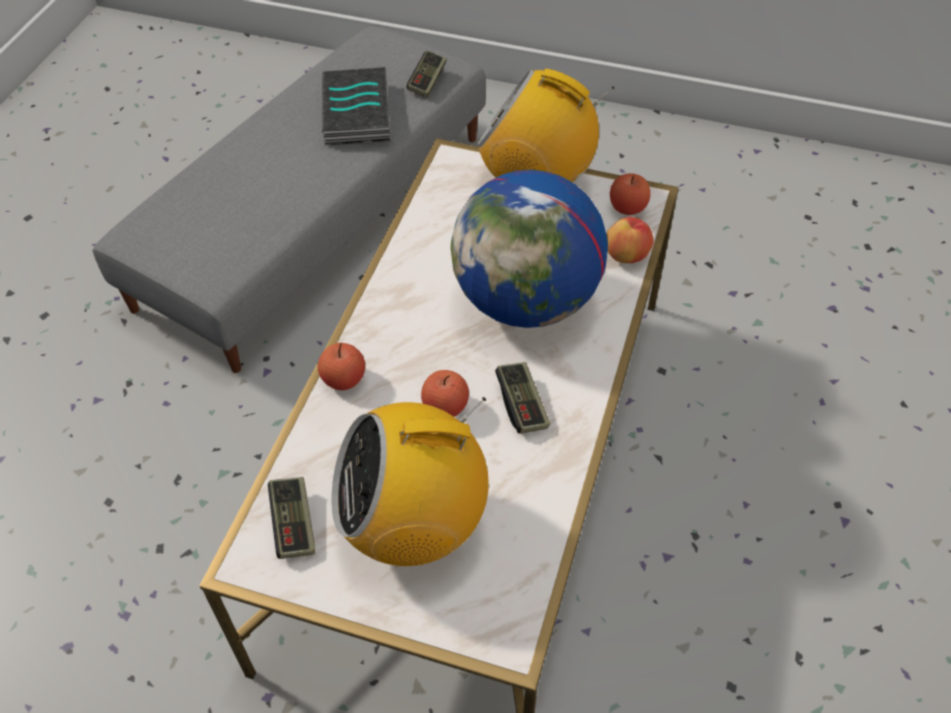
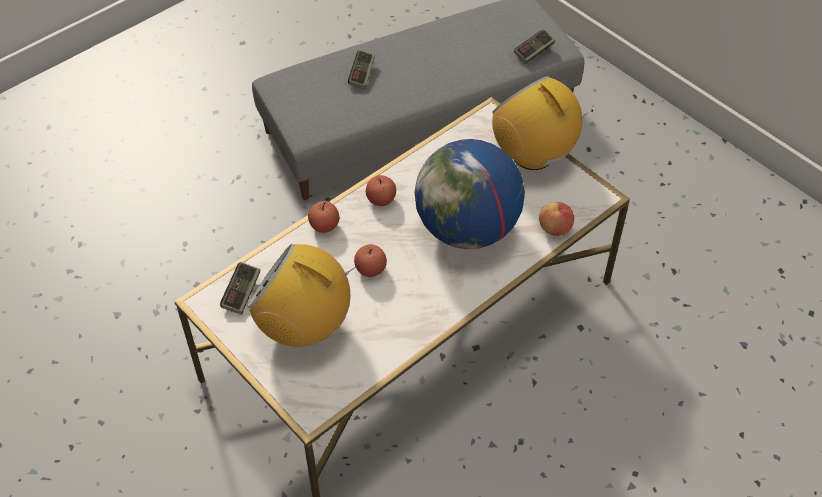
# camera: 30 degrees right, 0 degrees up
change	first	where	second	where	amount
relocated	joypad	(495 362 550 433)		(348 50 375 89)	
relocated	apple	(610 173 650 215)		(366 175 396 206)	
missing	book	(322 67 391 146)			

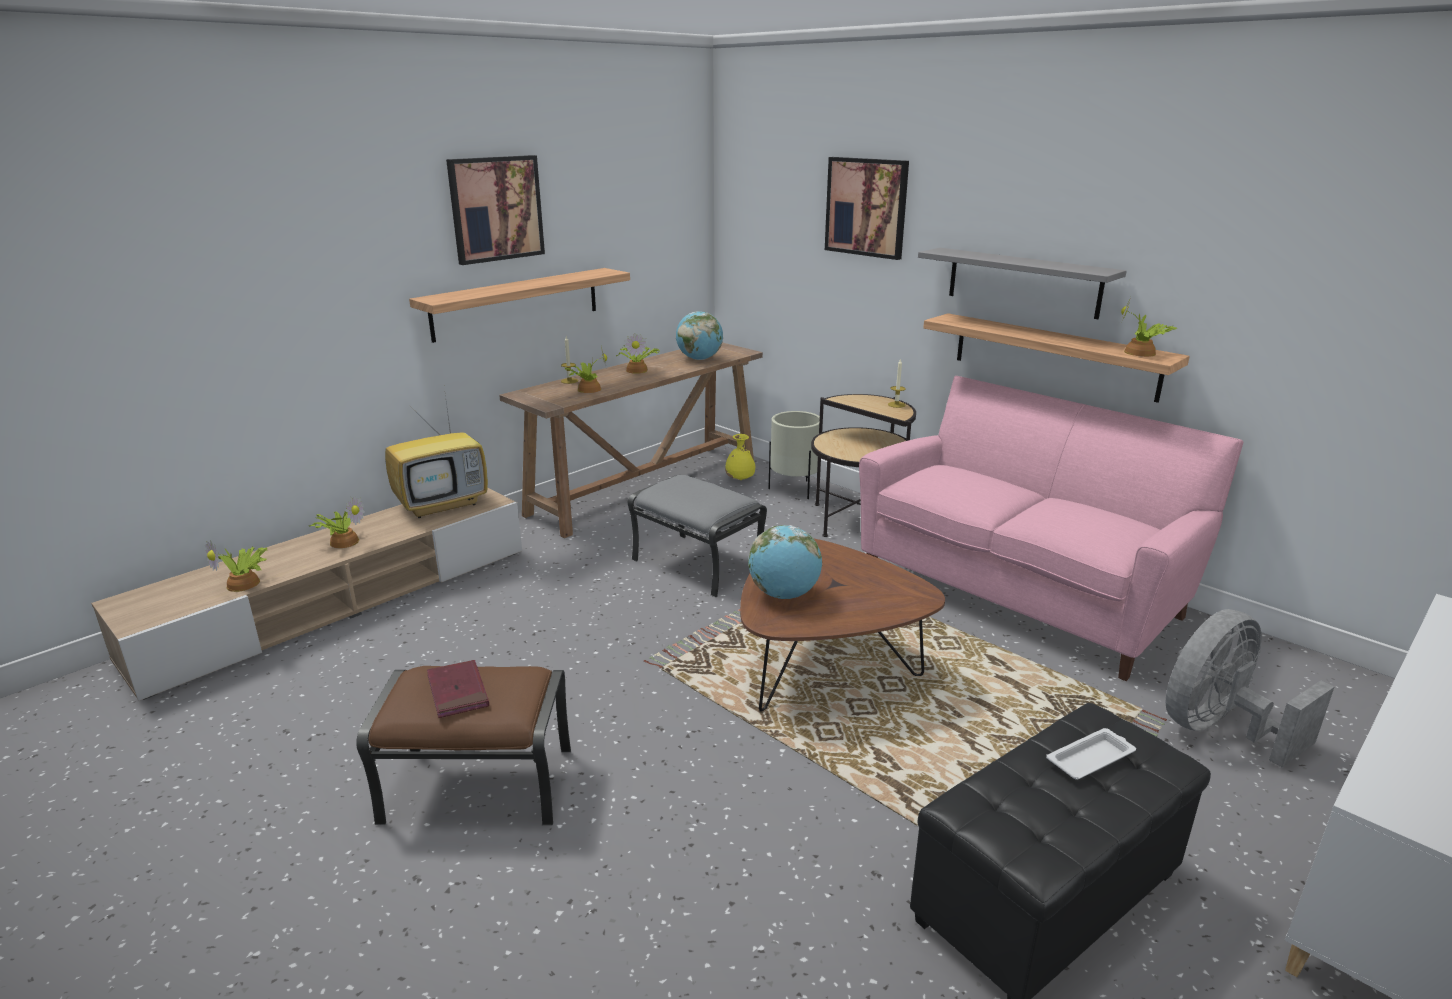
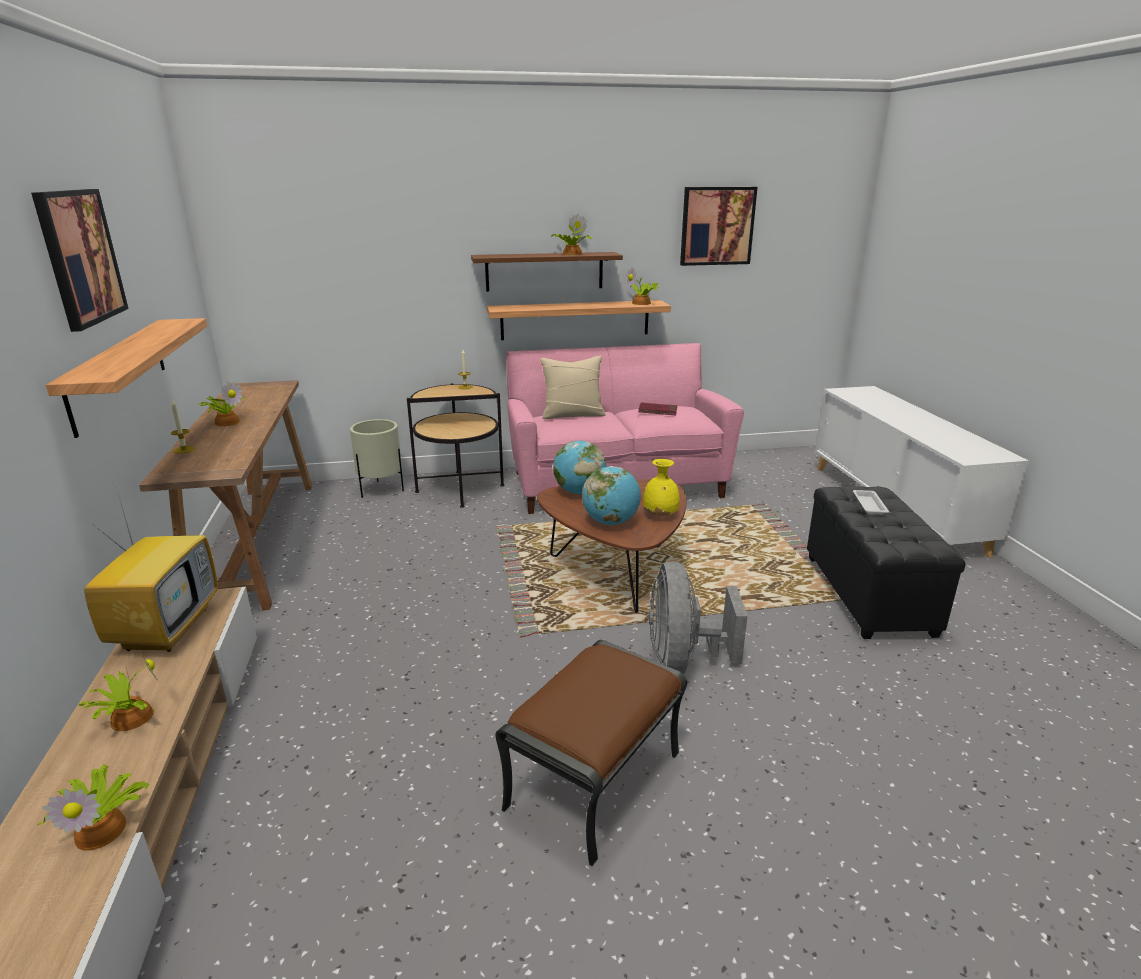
# camera: 55 degrees left, 0 degrees up
change	first	where	second	where	amount
colour	grey shelf	(918 248 1127 319)	brown-coloured shelf	(471 252 623 292)	
appeared			beige-coloured cushion	(540 356 606 419)	
relocated	plant in a pot	(564 350 607 393)		(551 214 592 255)	
relocated	desk globe	(676 311 723 360)		(553 440 606 494)	
relocated	reddish book	(427 660 489 718)		(638 402 677 416)	
relocated	yellow-coloured decorative vase	(725 434 756 480)		(643 459 680 516)	
relocated	grey fan	(1166 609 1334 767)		(648 561 748 674)	
relocated	wall picture	(825 157 909 260)		(680 187 757 266)	
missing	grey pouffe	(628 475 767 598)			

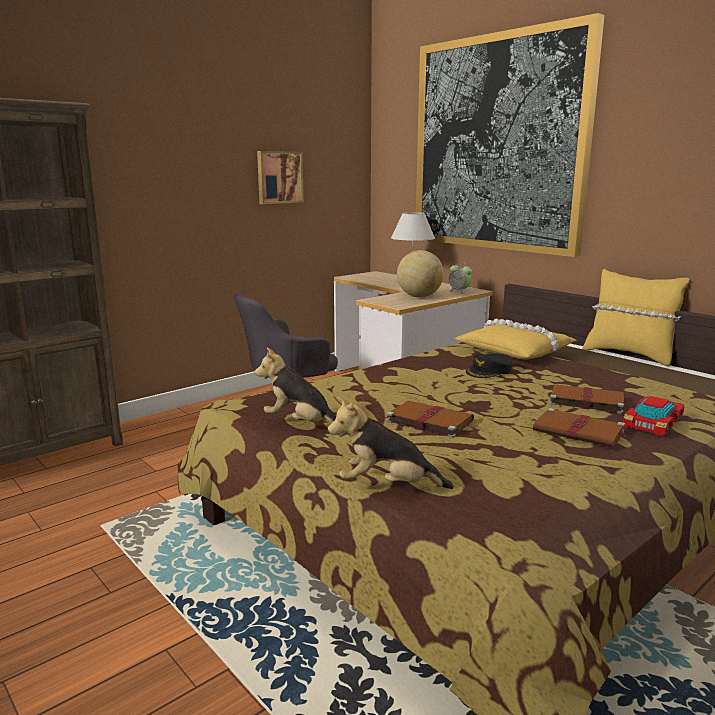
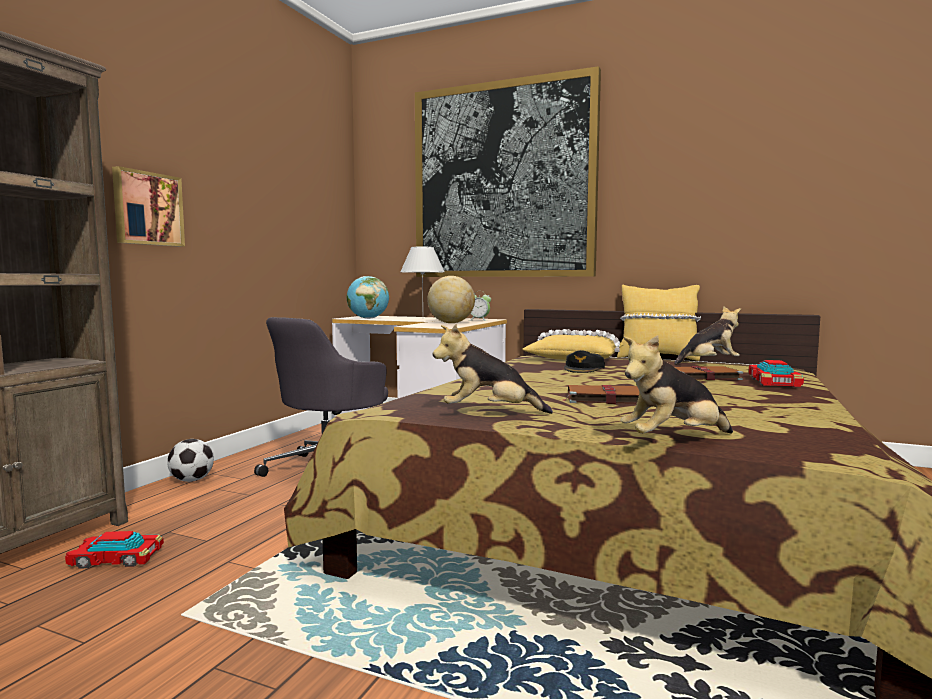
# camera: 25 degrees left, 10 degrees down
change	first	where	second	where	amount
appeared			toy car	(65 531 164 569)	
relocated	wall picture	(257 151 304 204)		(112 166 185 247)	
appeared			football	(167 439 214 482)	
appeared			desk globe	(347 276 389 319)	
appeared			soft toy	(674 306 741 365)	
missing	brown-coloured book	(533 408 630 448)			

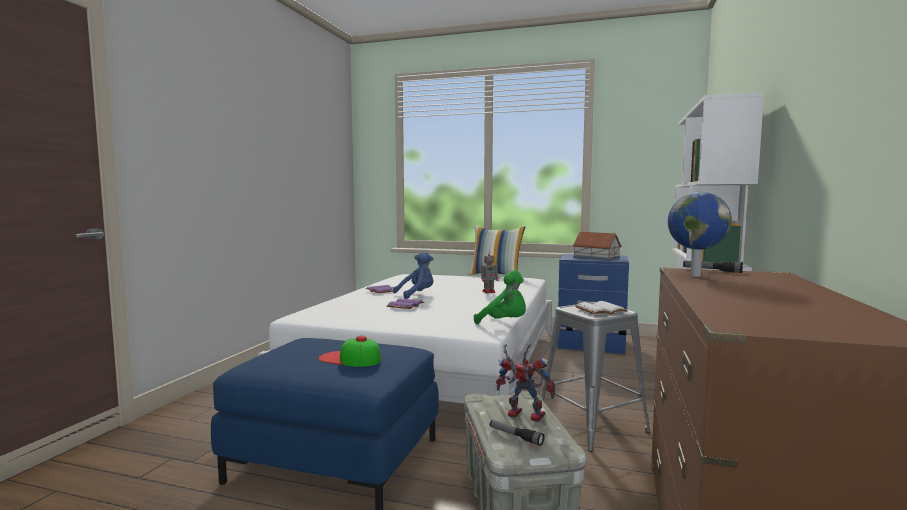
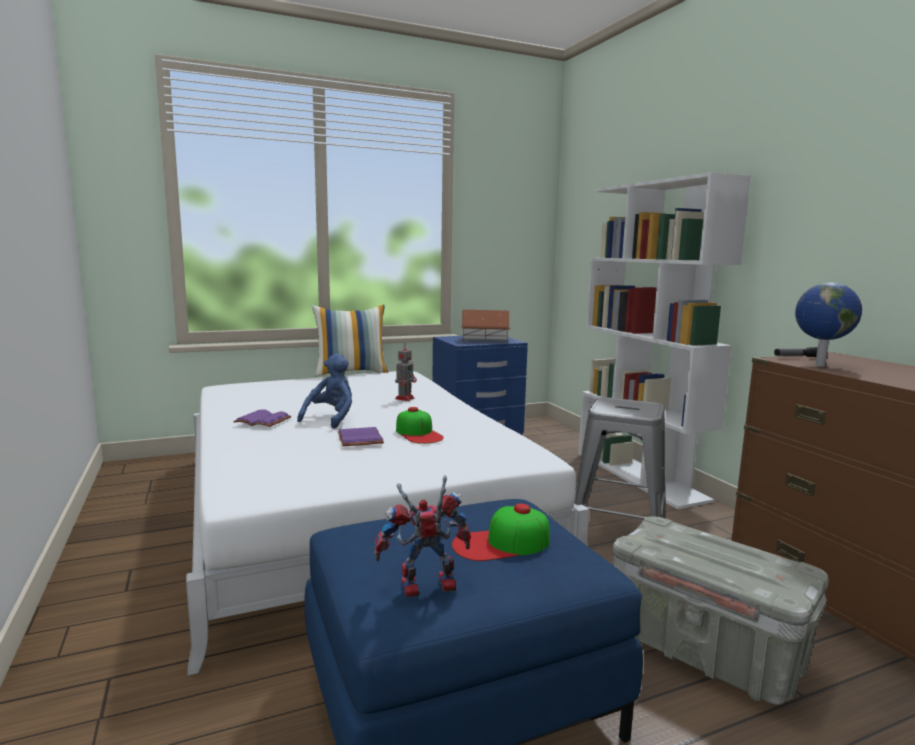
# camera: 40 degrees left, 5 degrees up
change	first	where	second	where	amount
relocated	robot figure	(496 343 556 422)		(374 475 471 597)	
appeared			baseball cap	(396 407 444 444)	
missing	greenish soft toy	(474 270 526 324)			
missing	flashlight	(490 420 545 446)			
missing	white book	(575 301 628 314)			

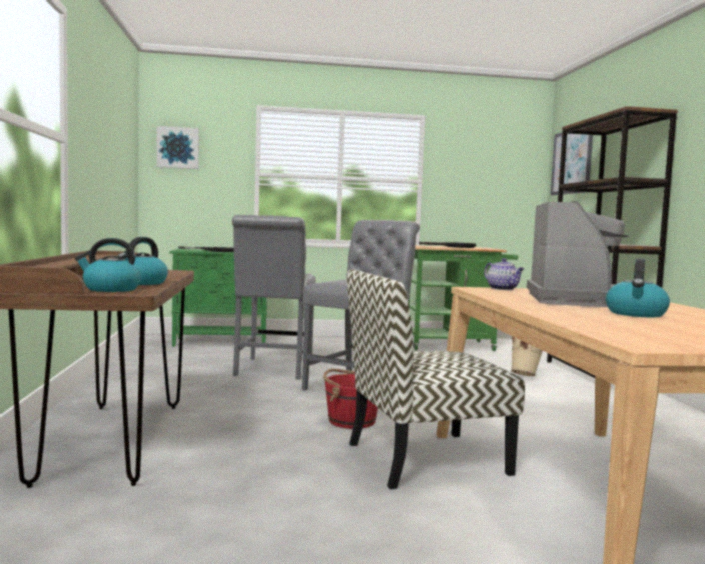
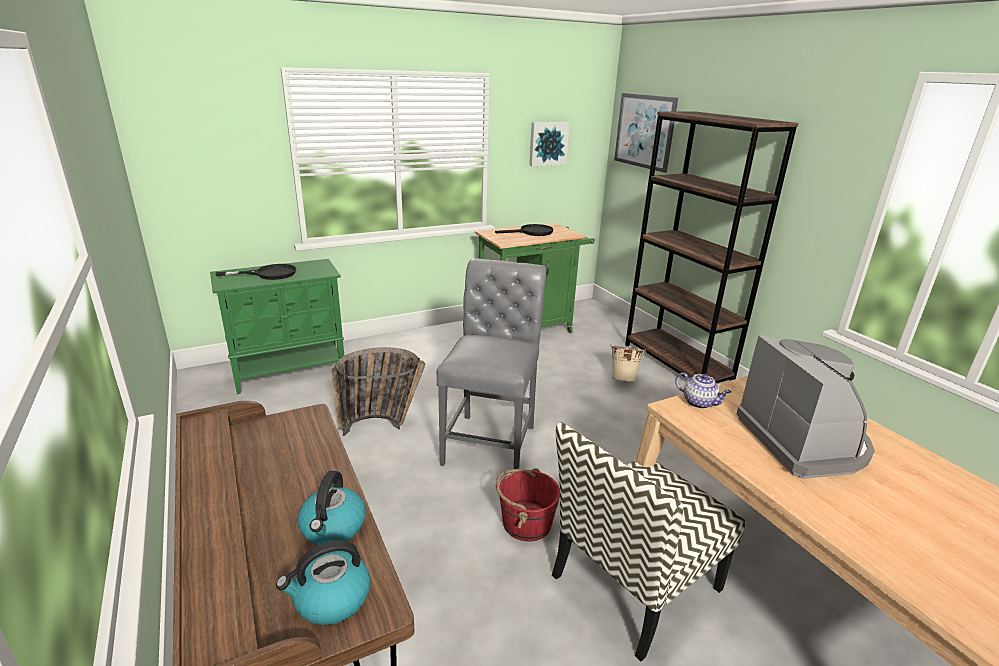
# camera: 20 degrees left, 20 degrees up
change	first	where	second	where	amount
exchanged	grey upright chair	(232 215 316 380)	basket	(332 347 426 436)	
relocated	wall picture	(157 126 199 169)		(529 122 570 166)	
missing	water kettle	(606 258 670 317)			

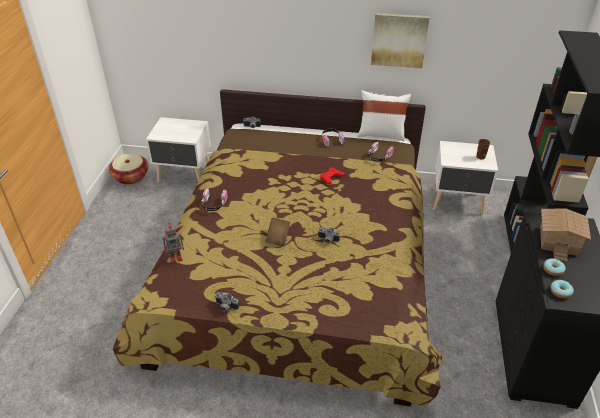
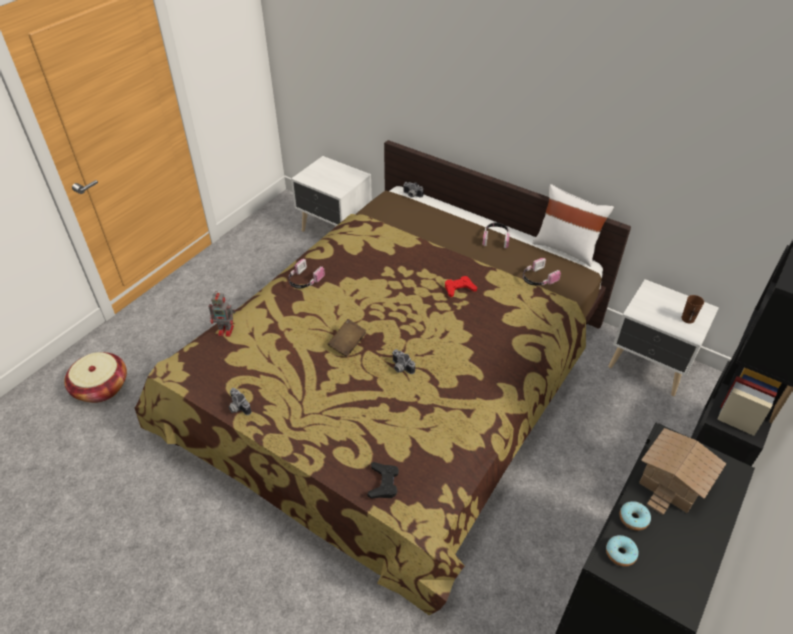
# camera: 25 degrees right, 5 degrees up
change	first	where	second	where	amount
relocated	basket	(109 154 149 185)		(64 352 127 403)	
appeared			black-coloured joypad	(368 462 399 499)	
missing	wall picture	(371 13 430 68)			

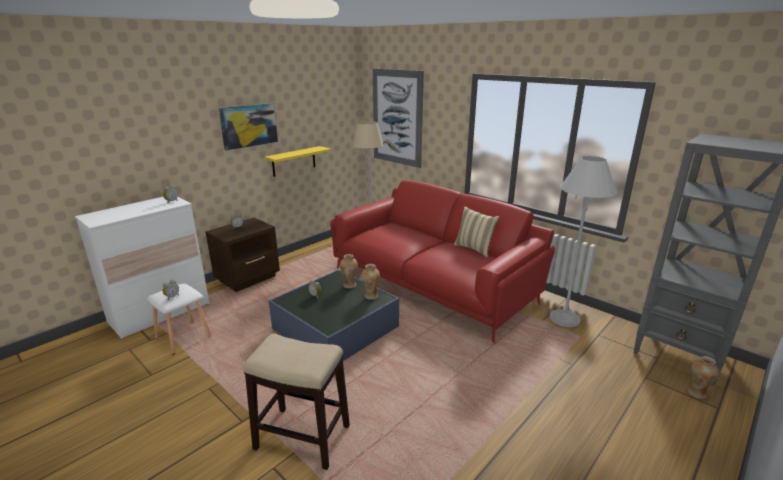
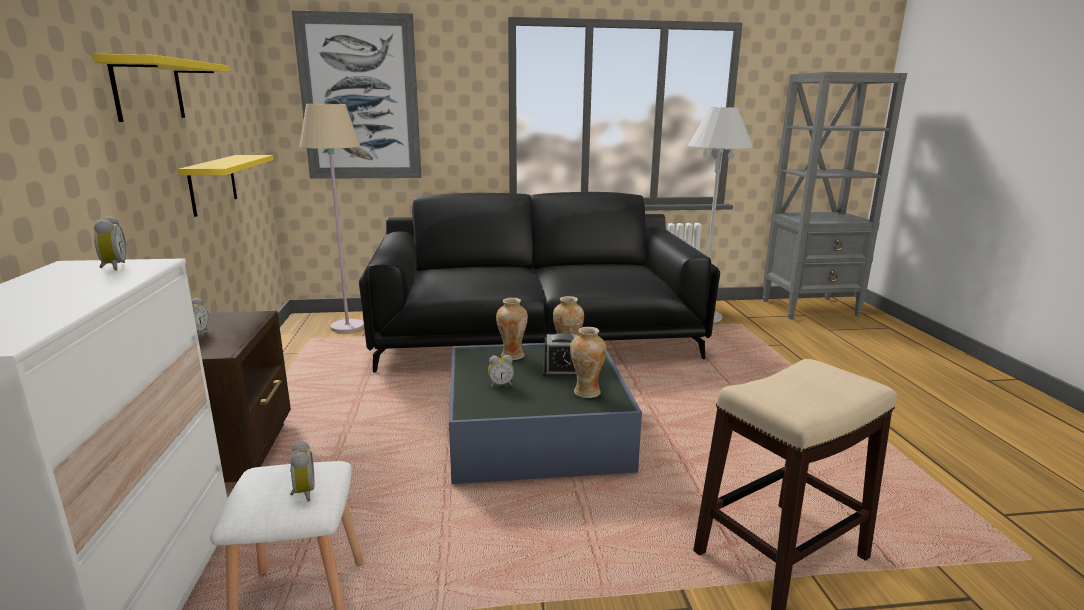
# camera: 50 degrees left, 5 degrees down
change	first	where	second	where	amount
exchanged	wall picture	(219 103 278 151)	yellow-coloured shelf	(92 54 230 122)	
colour	reddish sofa	(330 180 555 343)	black-coloured sofa	(359 192 720 373)	
appeared			table clock	(543 333 578 377)	
relocated	decorative vase	(688 356 719 399)		(570 327 606 398)	
missing	beige-coloured cushion	(453 206 499 258)			

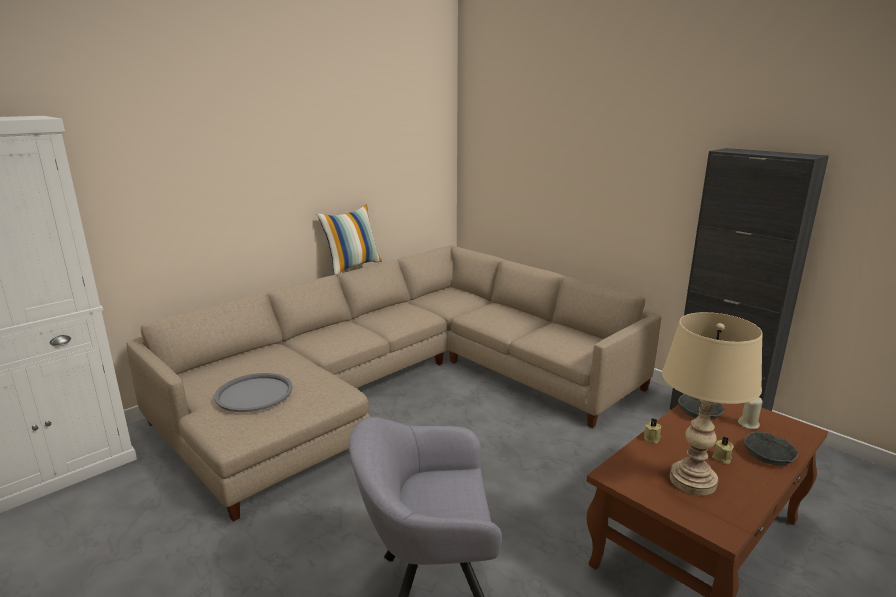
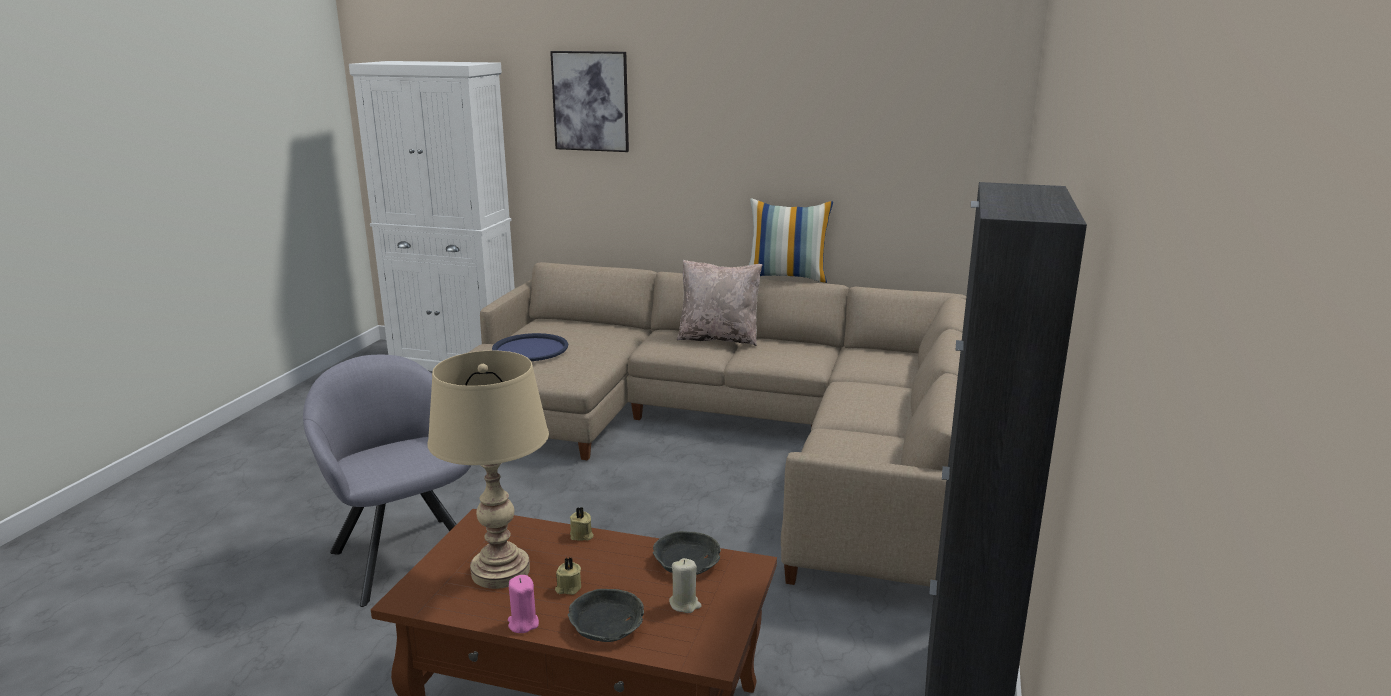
# camera: 60 degrees right, 0 degrees up
change	first	where	second	where	amount
colour	grey carrying tray	(214 373 293 412)	blue carrying tray	(492 333 568 361)	
appeared			pinkish wax candle	(508 575 539 633)	
appeared			wall picture	(550 51 629 152)	
appeared			beige-coloured cushion	(676 260 762 346)	

